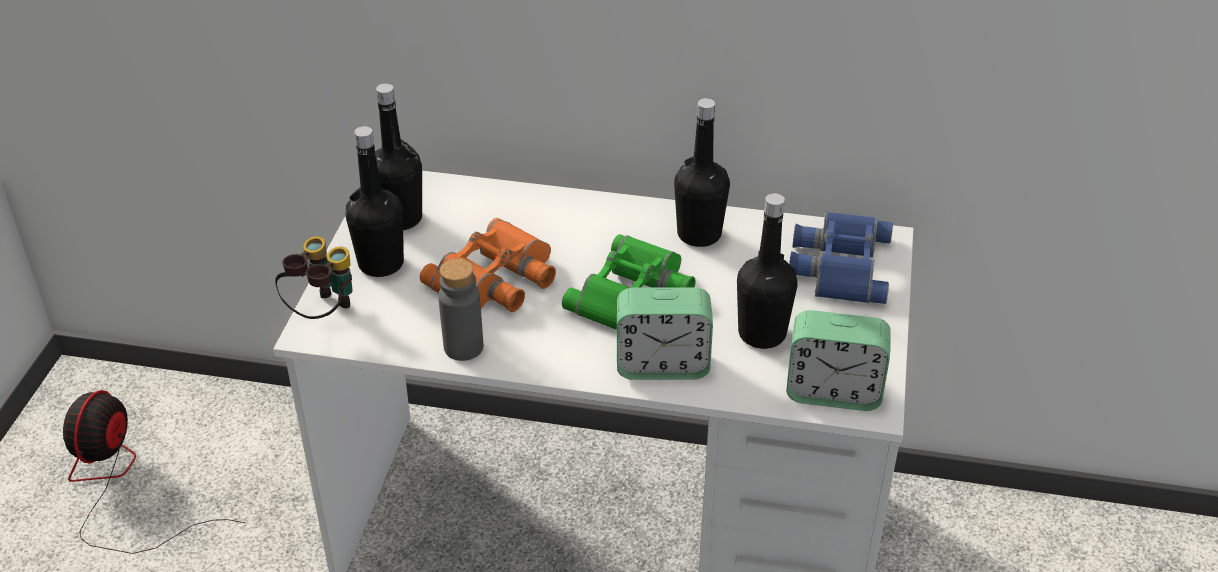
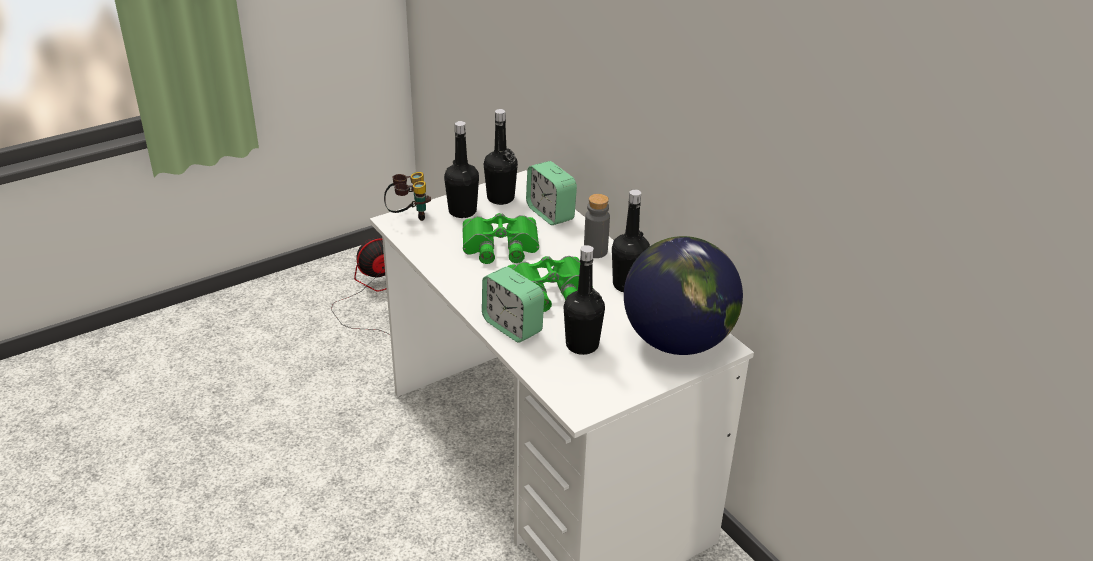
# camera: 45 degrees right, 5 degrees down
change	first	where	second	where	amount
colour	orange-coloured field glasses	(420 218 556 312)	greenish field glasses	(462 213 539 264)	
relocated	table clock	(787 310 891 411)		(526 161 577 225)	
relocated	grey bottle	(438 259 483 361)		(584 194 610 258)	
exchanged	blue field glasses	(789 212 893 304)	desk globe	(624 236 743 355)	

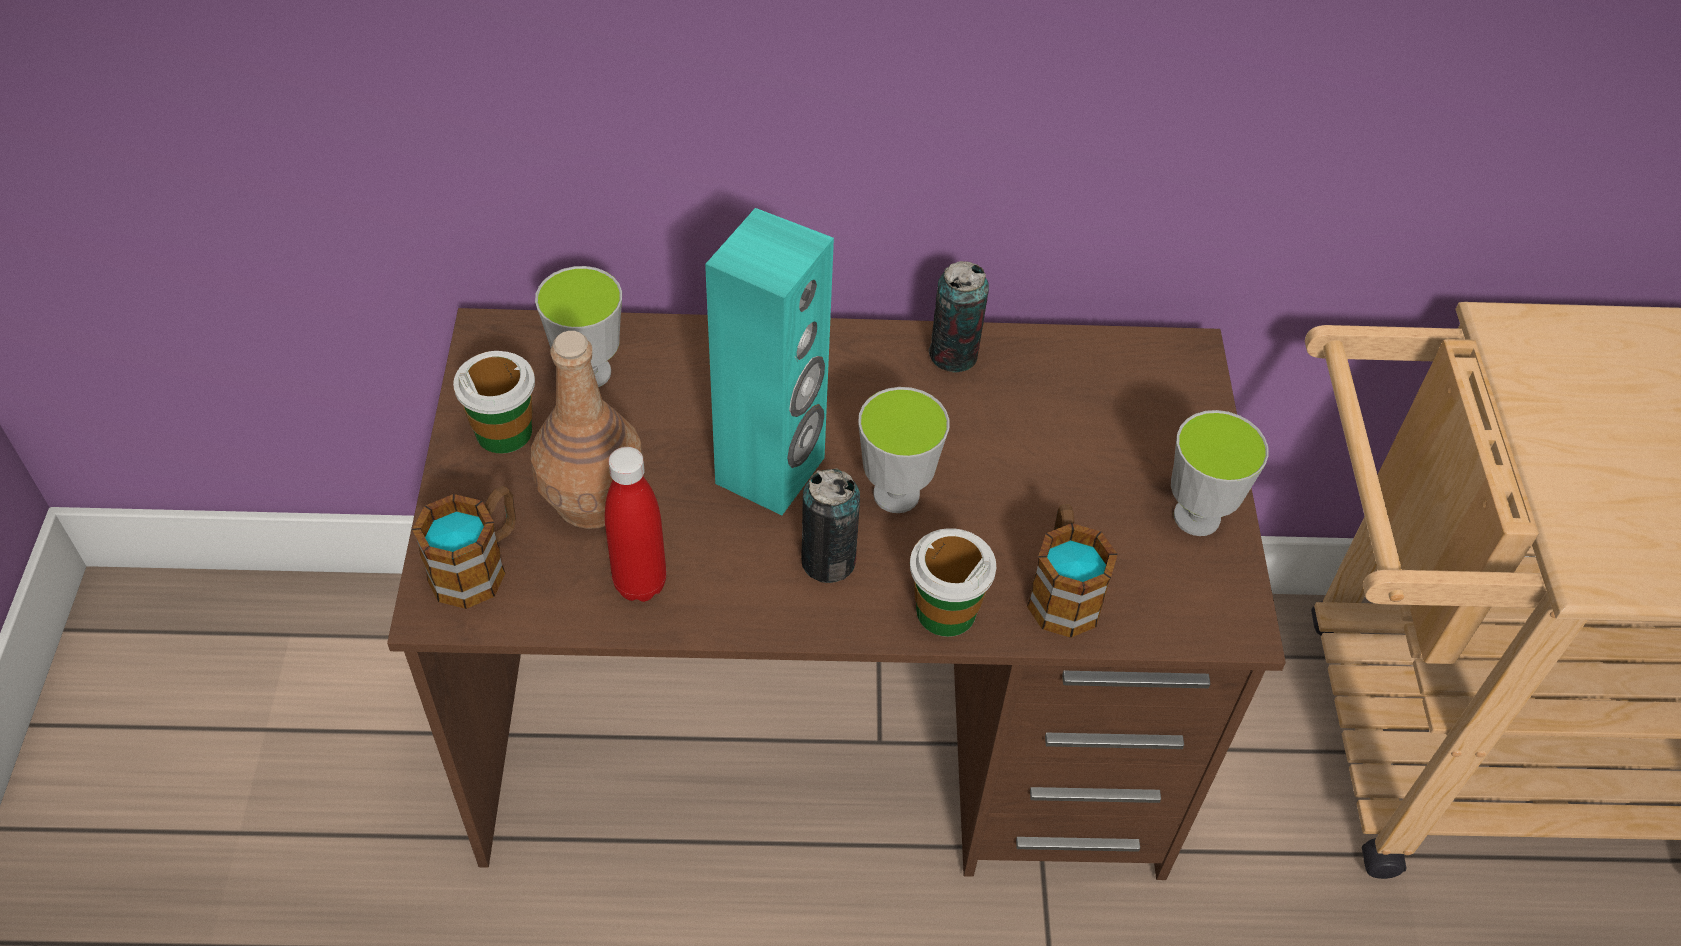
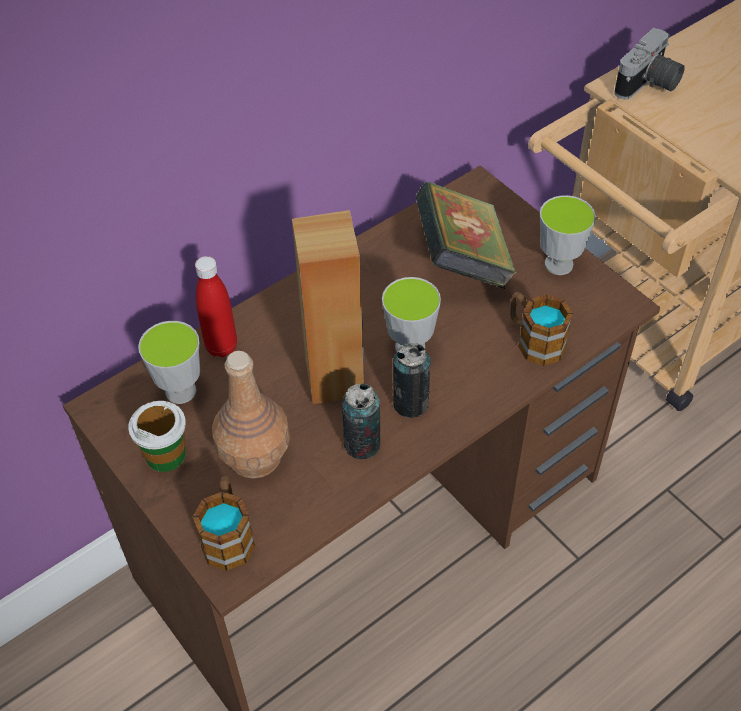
# camera: 35 degrees left, 0 degrees up
change	first	where	second	where	amount
relocated	reddish bottle	(605 447 666 602)		(195 256 237 357)	
colour	blue-green audio speaker	(705 208 834 515)	brown-coloured audio speaker	(292 210 364 404)	
relocated	can	(928 261 989 373)		(342 383 380 459)	
appeared			book	(415 182 516 289)	
appeared			photo camera	(614 28 685 100)	
missing	cup	(910 528 996 637)			

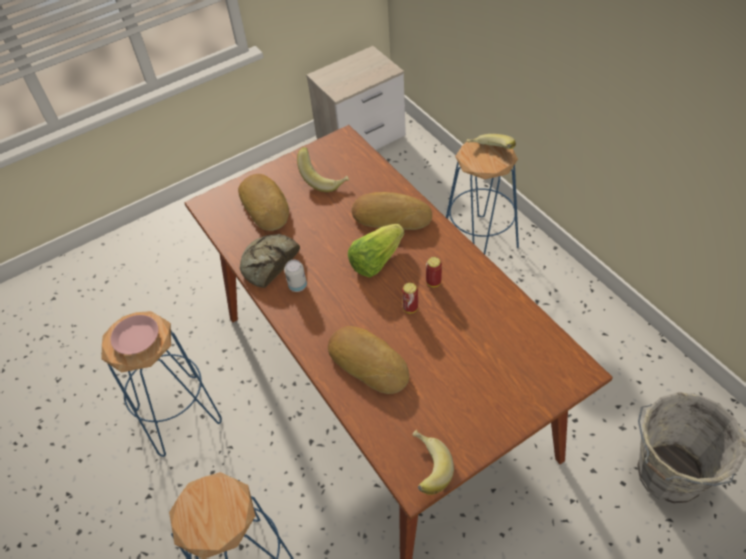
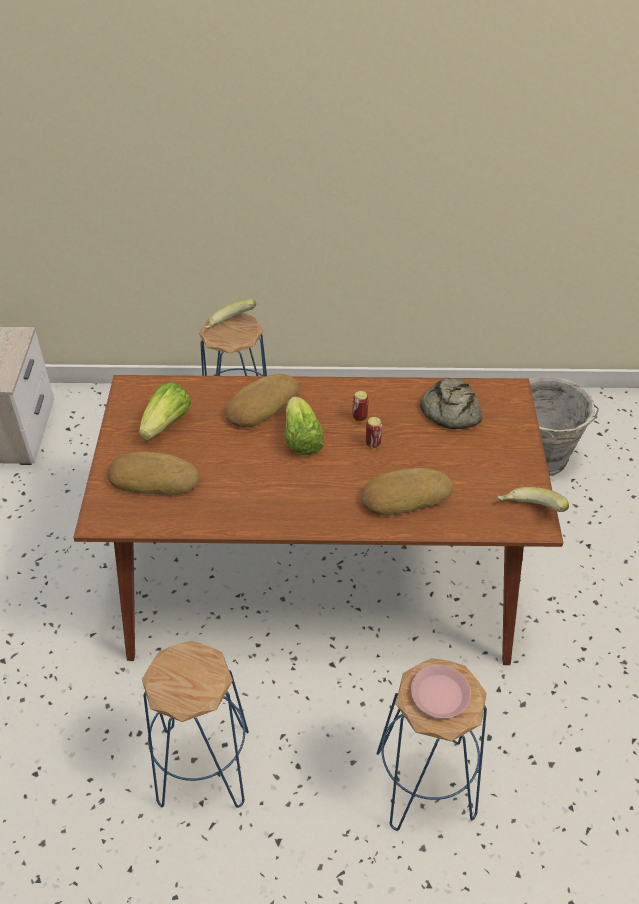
# camera: 60 degrees left, 5 degrees down
change	first	where	second	where	amount
exchanged	banana	(297 147 349 192)	lettuce head	(139 382 191 440)	
relocated	pinkish plate	(110 315 159 355)		(411 665 471 718)	
relocated	baked bread	(240 234 300 288)		(420 378 482 429)	
missing	can	(284 260 307 292)			

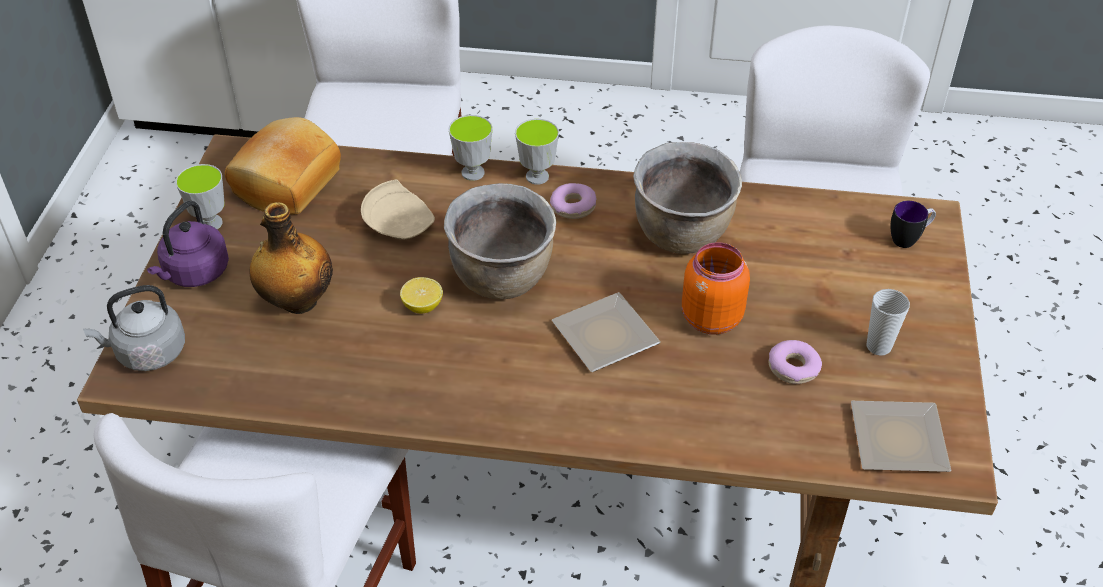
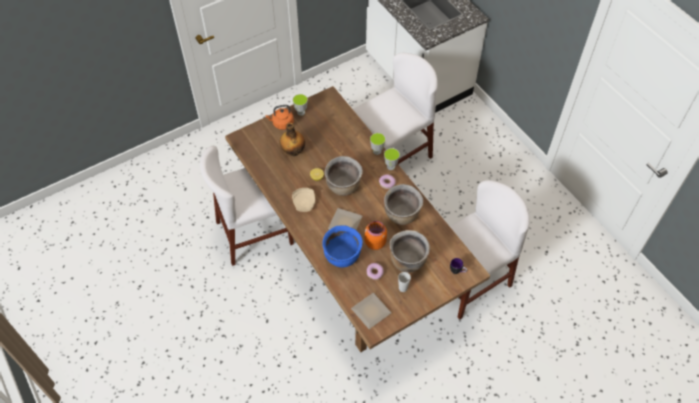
# camera: 50 degrees right, 10 degrees up
change	first	where	second	where	amount
colour	purple-coloured water kettle	(147 201 229 287)	orange-coloured water kettle	(265 105 294 130)	
relocated	beige-coloured plate	(361 180 435 239)		(292 188 315 212)	
appeared			blue cooking pot	(322 225 363 268)	
appeared			brown-coloured cooking pot	(390 230 430 273)	
missing	grey water kettle	(83 285 185 371)			
missing	baked bread	(225 117 341 215)			

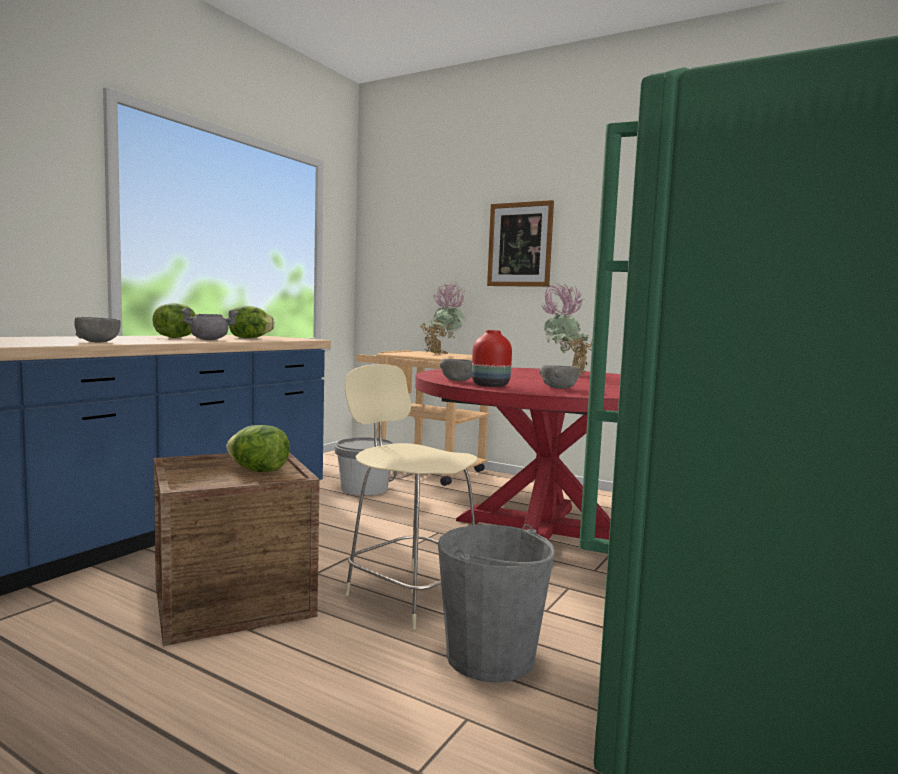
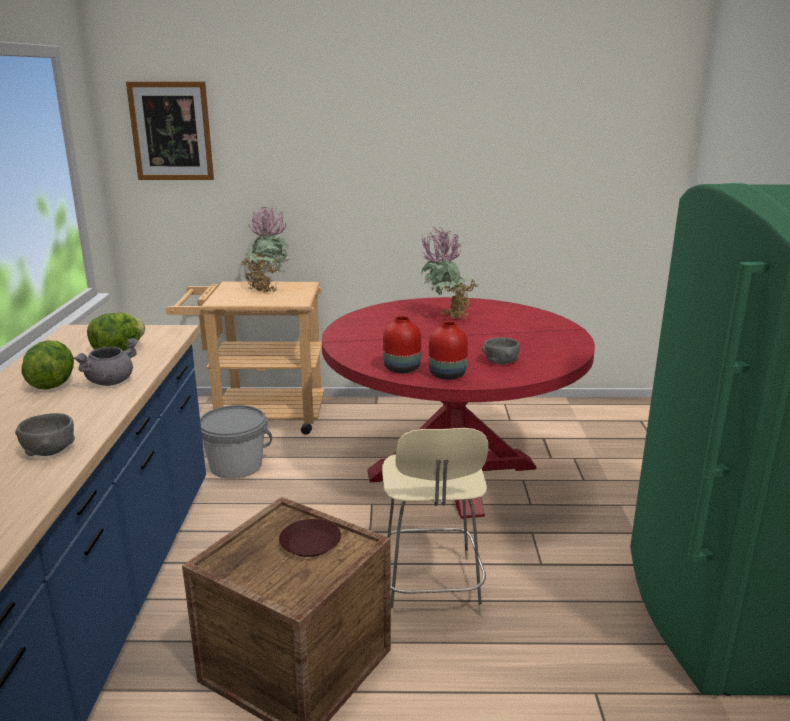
# camera: 30 degrees left, 15 degrees up
change	first	where	second	where	amount
relocated	wall picture	(487 200 554 287)		(126 81 214 180)	
exchanged	lettuce head	(226 425 290 472)	brown-coloured plate	(279 519 341 557)	
spun	beige-coloured upright chair	(344 364 478 629)		(382 428 488 620)	105 degrees counterclockwise
exchanged	grey serving bowl	(439 359 472 381)	reddish decorative vase	(383 316 421 373)	
missing	grey bucket	(438 524 555 683)			

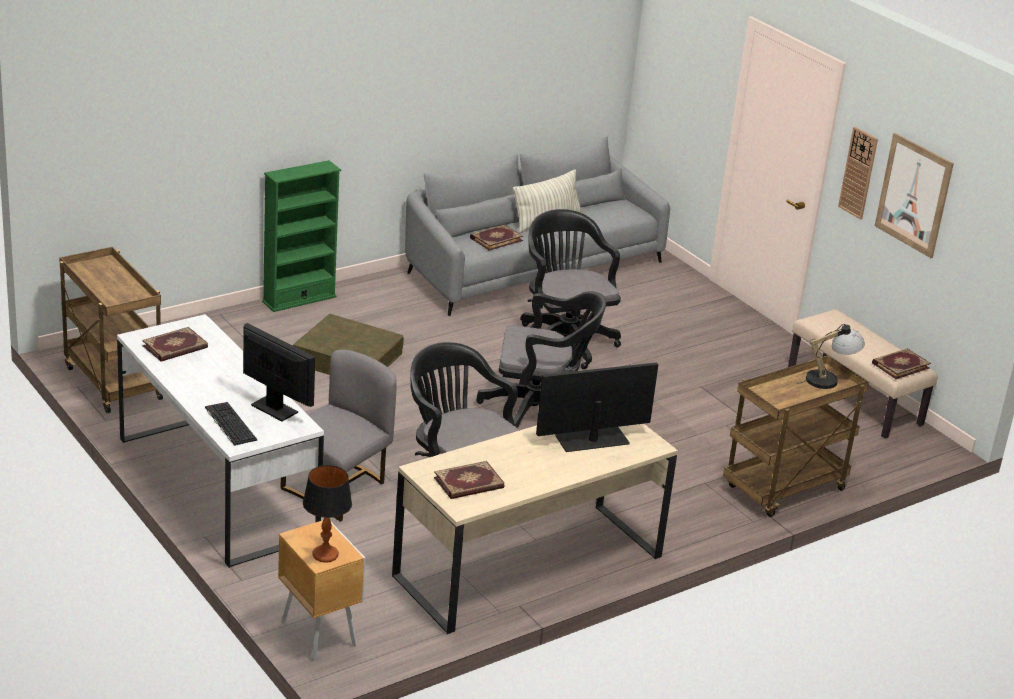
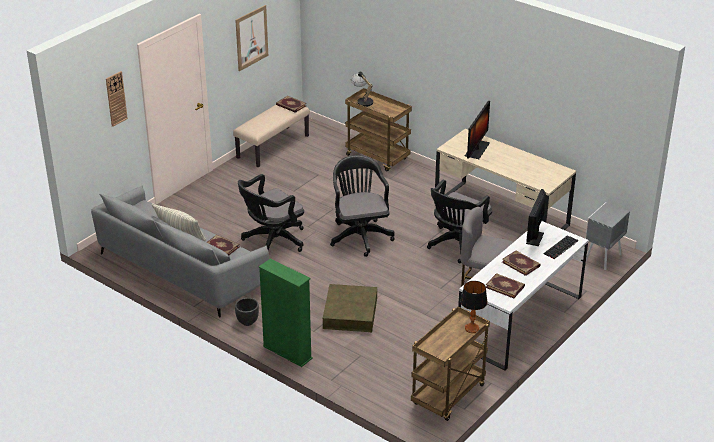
# camera: 105 degrees left, 5 degrees up
change	first	where	second	where	amount
relocated	wall clock	(838 127 878 220)		(106 71 128 127)	
appeared			black-coloured plant pot	(235 298 259 326)	
relocated	tabletop lamp	(303 465 352 563)		(460 281 488 333)	
spun	computer display	(536 363 658 452)		(465 101 490 159)	120 degrees counterclockwise
relocated	book	(434 461 504 499)		(502 251 541 276)	
colour	brown-coloured bedside table	(278 520 365 660)	grey bedside table	(585 202 630 270)	

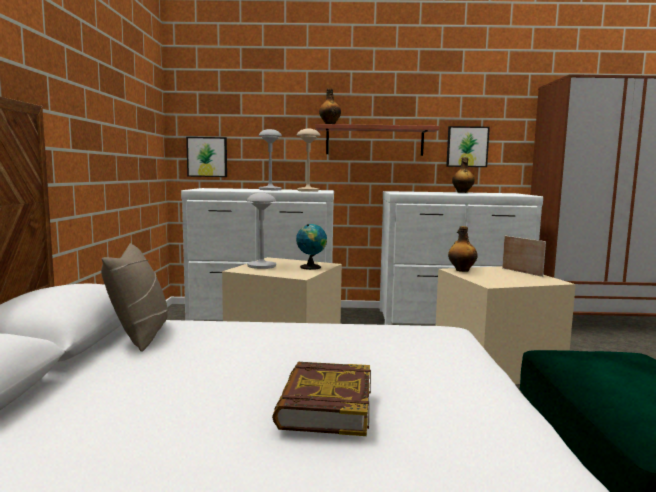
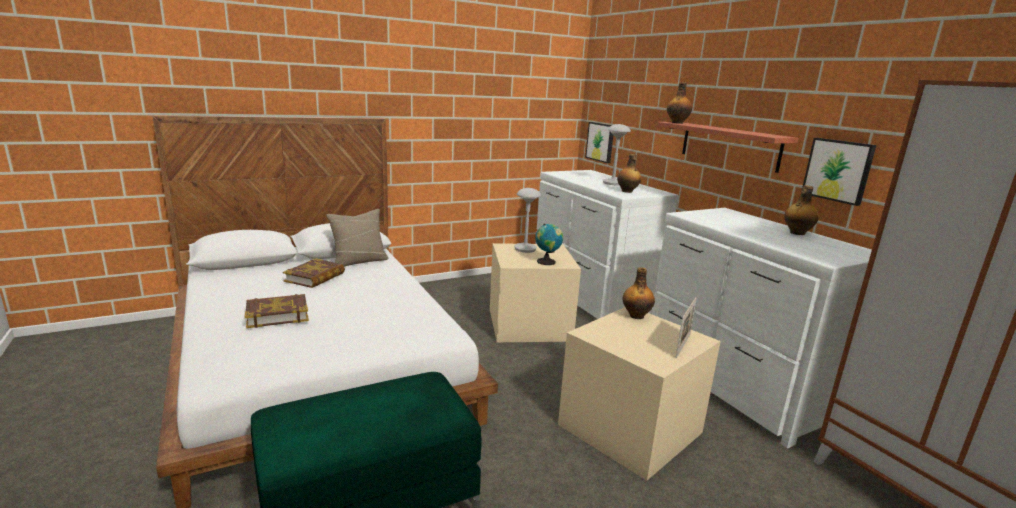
# camera: 60 degrees right, 10 degrees up
change	first	where	second	where	amount
appeared			book	(283 258 345 288)	
exchanged	beige-coloured tabletop lamp	(297 129 321 192)	bottle	(617 154 641 193)	

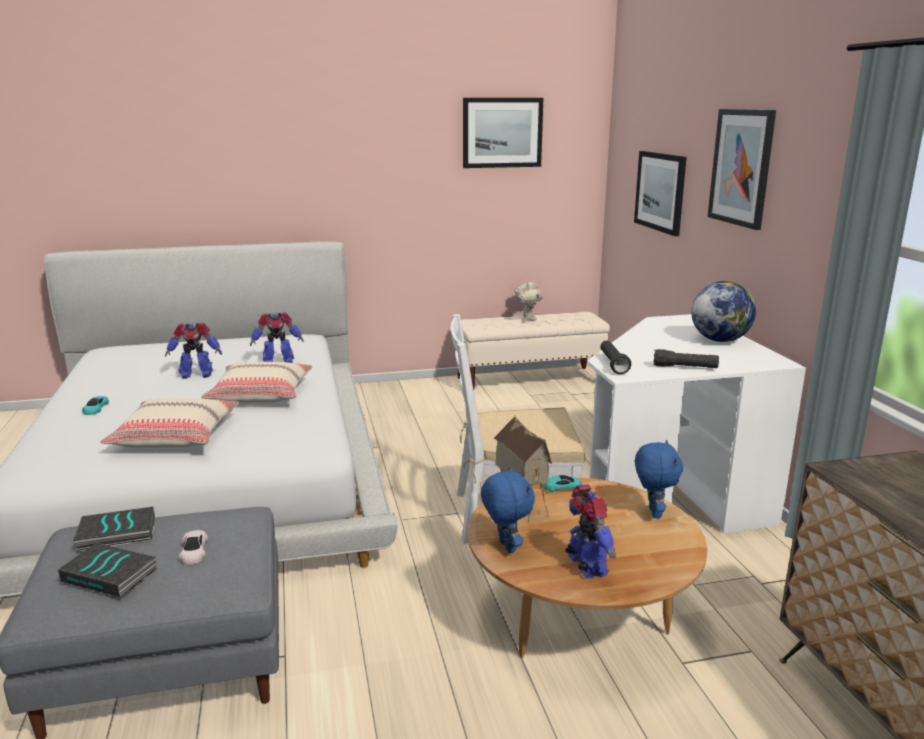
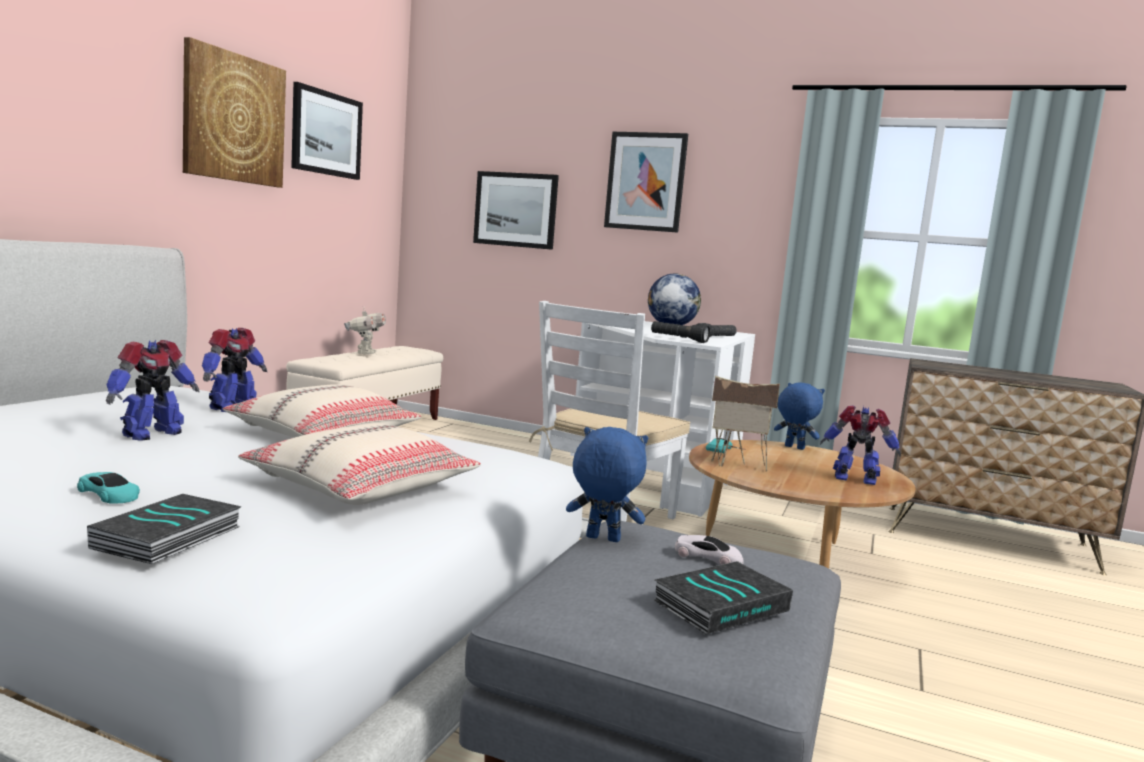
# camera: 55 degrees left, 10 degrees down
change	first	where	second	where	amount
relocated	book	(73 507 155 552)		(87 494 242 564)	
appeared			wall picture	(183 37 286 188)	
spun	robot figure	(514 280 542 321)		(344 307 386 354)	60 degrees clockwise
relocated	blue soft toy	(481 467 535 553)		(566 427 648 542)	

